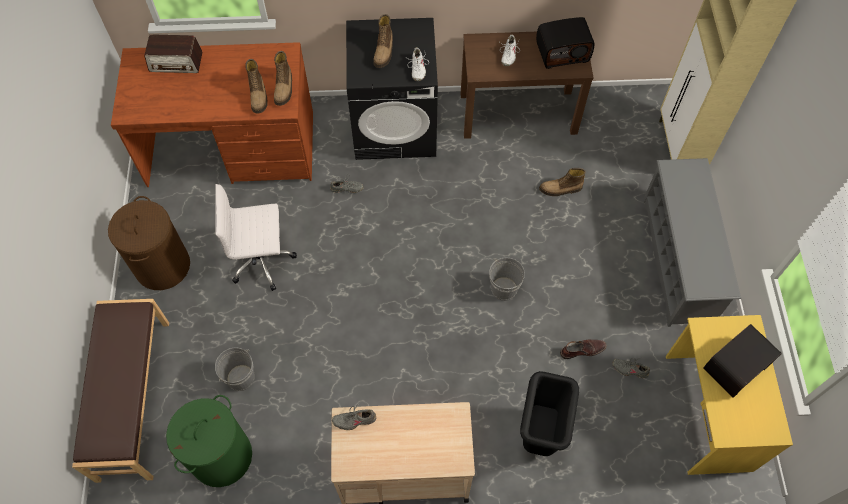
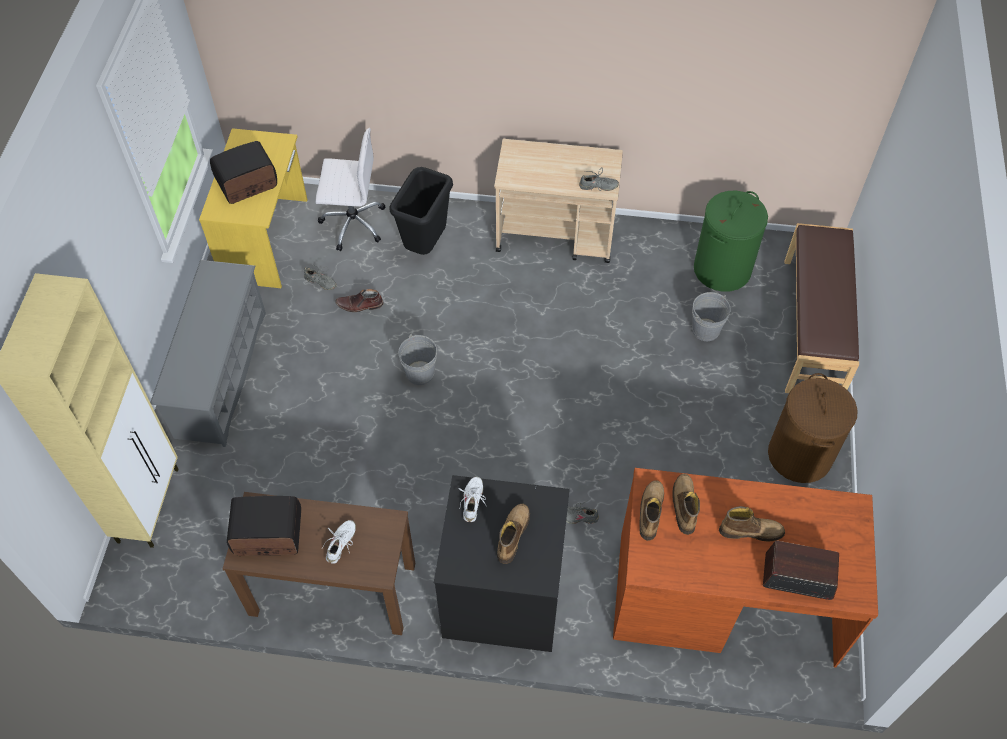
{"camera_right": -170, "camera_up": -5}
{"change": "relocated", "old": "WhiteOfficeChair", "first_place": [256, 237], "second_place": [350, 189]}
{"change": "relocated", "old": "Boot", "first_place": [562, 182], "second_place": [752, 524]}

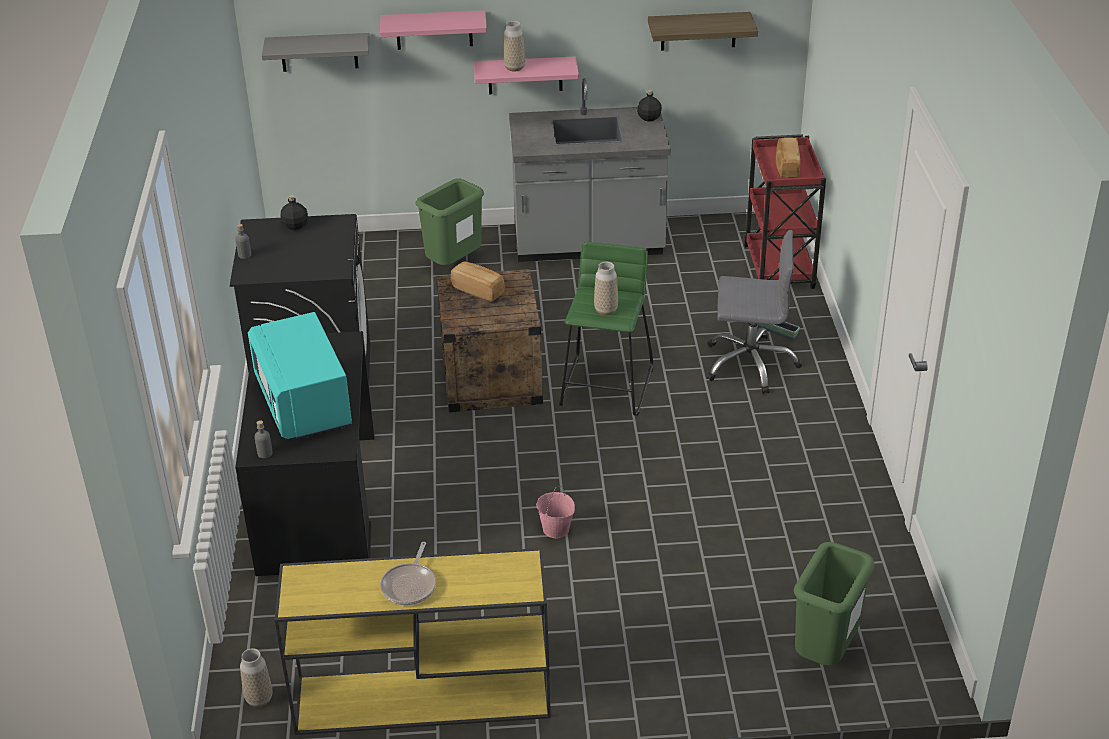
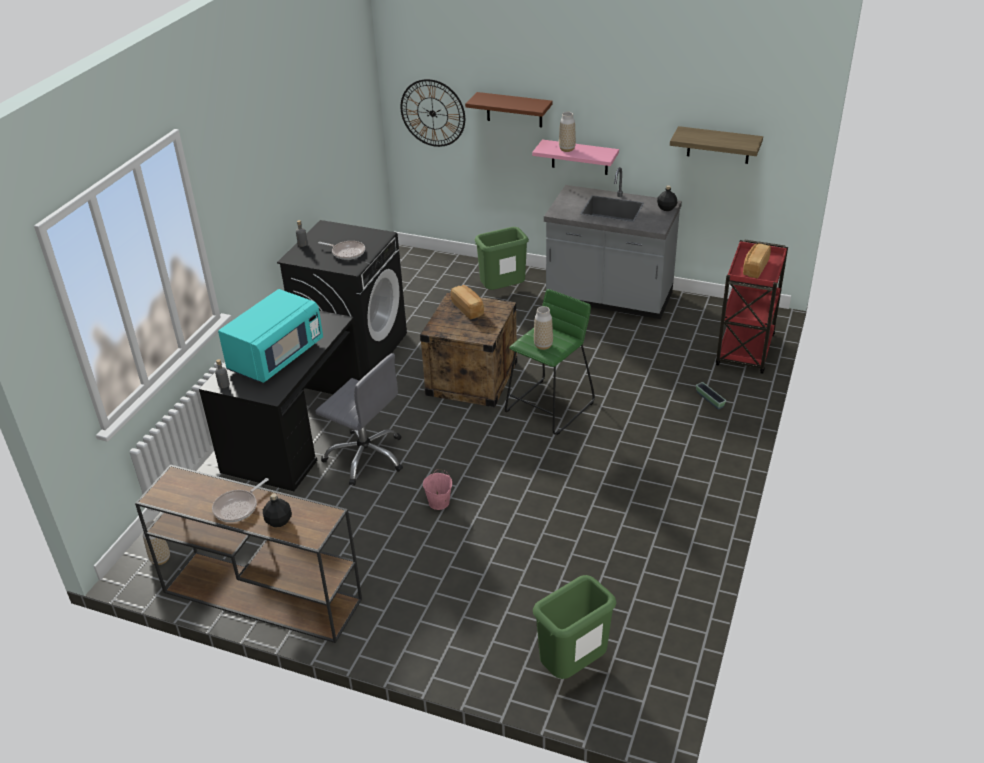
{"camera_right": 25, "camera_up": 0}
{"change": "spun", "old": "TurquoiseMicrowave", "first_place": [300, 375], "second_place": [270, 336], "degrees": -150}
{"change": "exchanged", "old": "GreyShelf", "new": "WallClock", "first_place": [316, 52], "second_place": [432, 113]}
{"change": "colour", "old": "YellowConsoleTable", "new": "BrownConsoleTable", "first_place": [412, 641], "second_place": [248, 554]}
{"change": "relocated", "old": "BlackBottle", "first_place": [294, 212], "second_place": [277, 510]}
{"change": "colour", "old": "PinkShelf", "new": "BrownShelf", "first_place": [433, 30], "second_place": [509, 109]}
{"change": "relocated", "old": "GreyOfficeChair", "first_place": [754, 312], "second_place": [359, 419]}
{"change": "appeared", "new": "FryingPan", "second_place": [341, 250]}

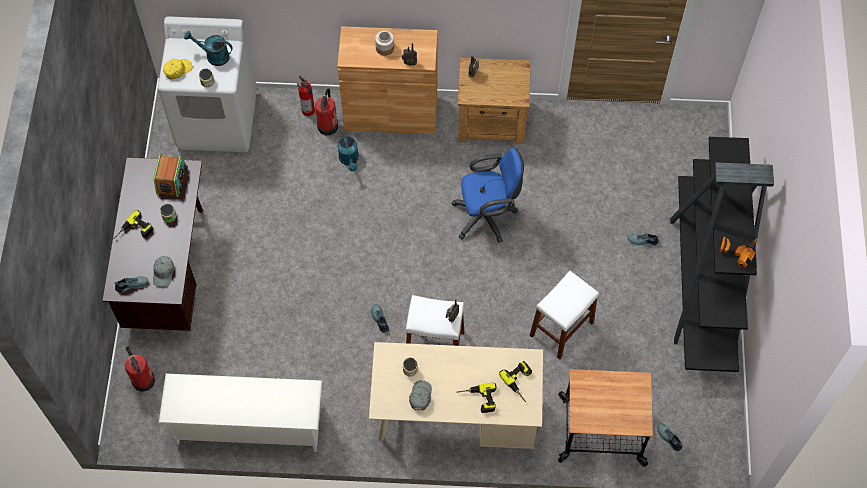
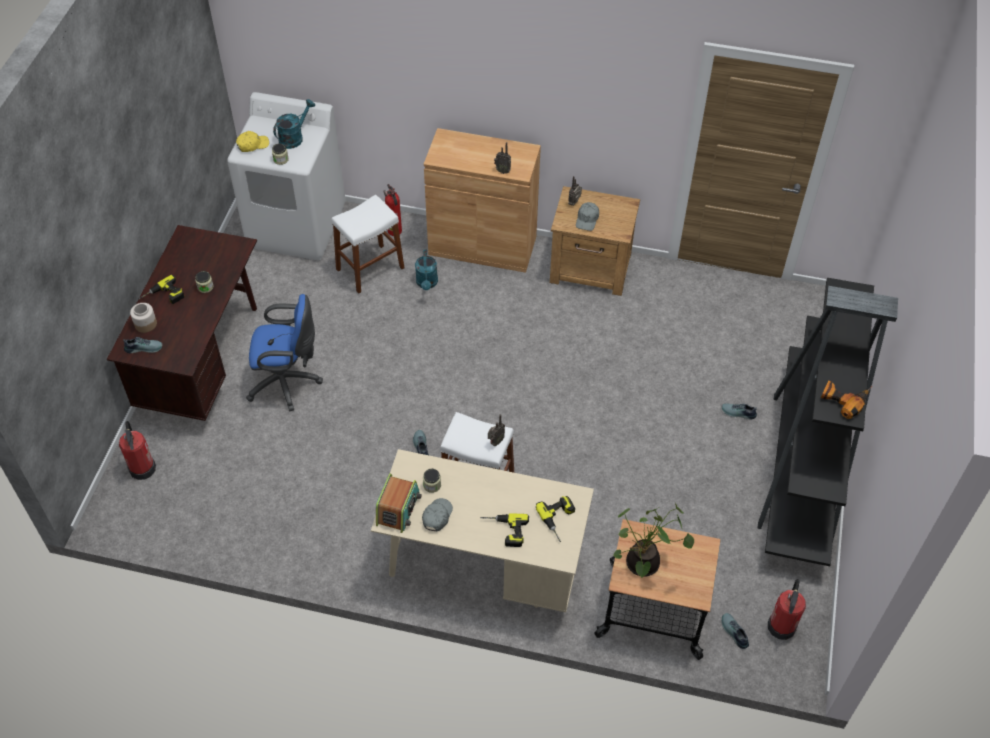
{"camera_right": 10, "camera_up": -10}
{"change": "relocated", "old": "GreyCap", "first_place": [163, 271], "second_place": [587, 216]}
{"change": "relocated", "old": "Radio", "first_place": [171, 175], "second_place": [399, 503]}
{"change": "missing", "old": "WhiteShoeRack", "first_place": [241, 413]}
{"change": "spun", "old": "TurquoiseWateringCan", "first_place": [208, 48], "second_place": [294, 124], "degrees": 105}
{"change": "relocated", "old": "FireExtinguisher", "first_place": [326, 111], "second_place": [787, 609]}
{"change": "relocated", "old": "Jar", "first_place": [384, 43], "second_place": [143, 318]}
{"change": "relocated", "old": "BlueOfficeChair", "first_place": [488, 195], "second_place": [284, 352]}
{"change": "relocated", "old": "WhiteStool", "first_place": [564, 315], "second_place": [367, 244]}
{"change": "appeared", "new": "PottedPlant", "second_place": [653, 541]}

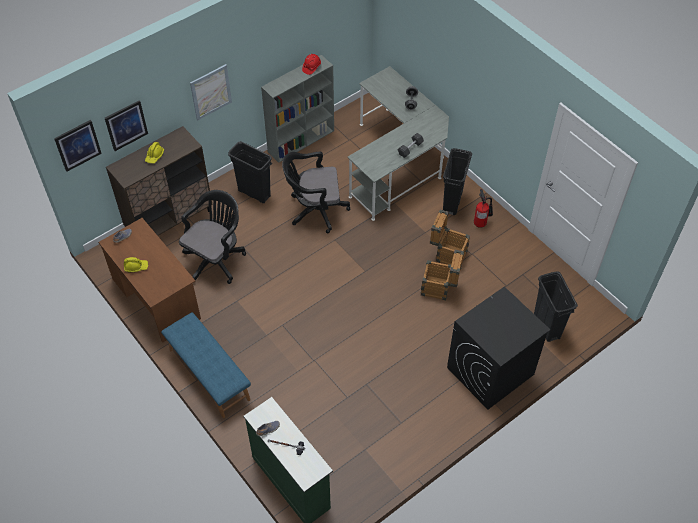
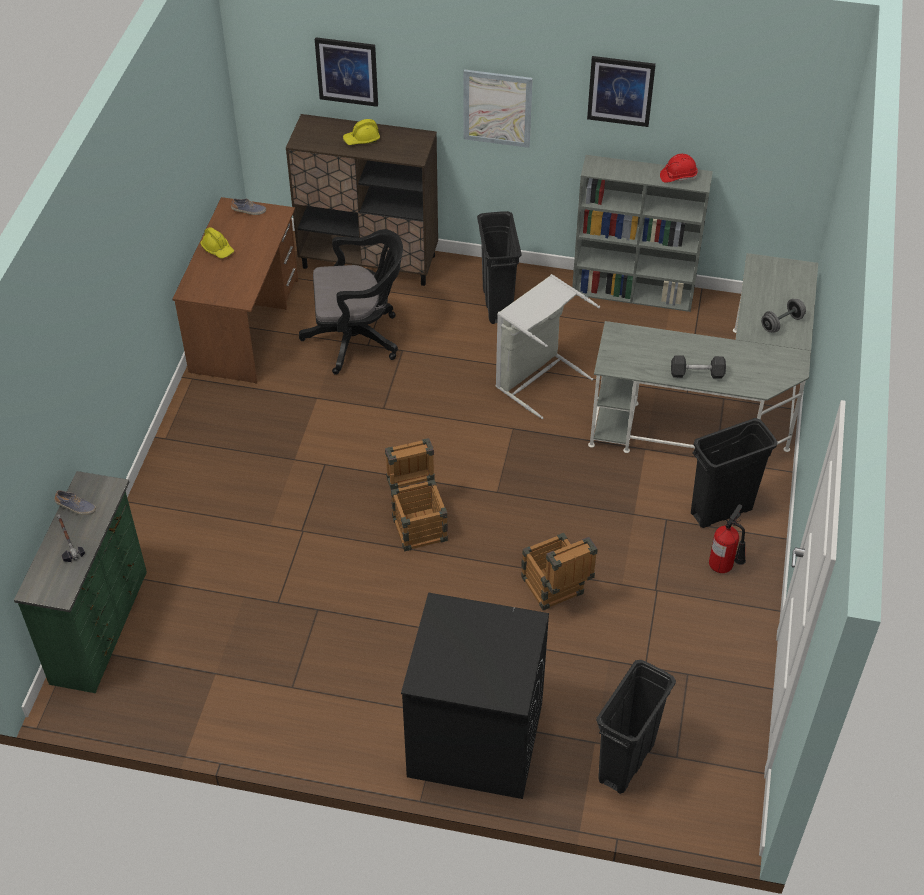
{"camera_right": 50, "camera_up": -5}
{"change": "relocated", "old": "Picture", "first_place": [78, 146], "second_place": [621, 91]}
{"change": "missing", "old": "BlueBench", "first_place": [206, 365]}
{"change": "exchanged", "old": "BlackOfficeChair", "new": "GreyLaundryBasket", "first_place": [316, 193], "second_place": [548, 346]}
{"change": "relocated", "old": "Crate", "first_place": [450, 237], "second_place": [416, 495]}

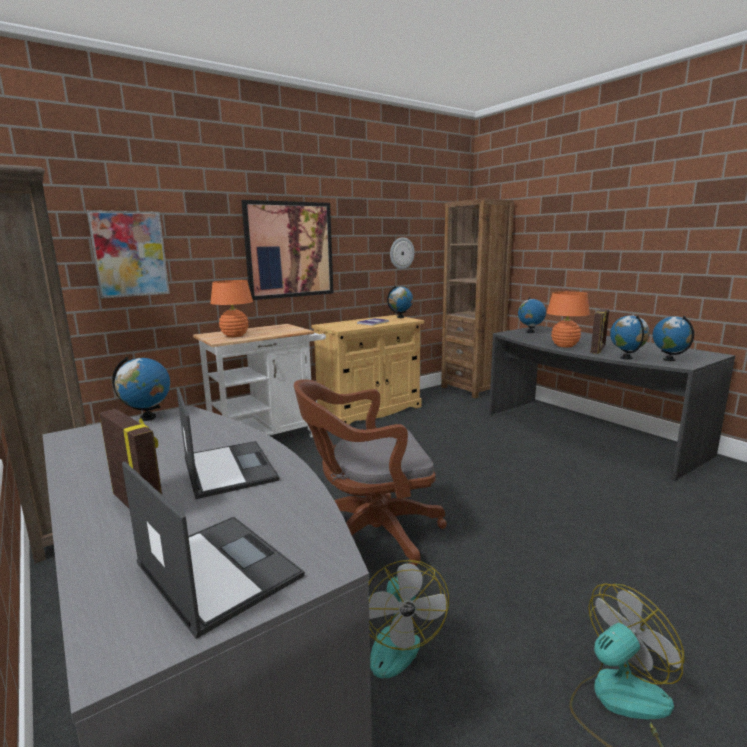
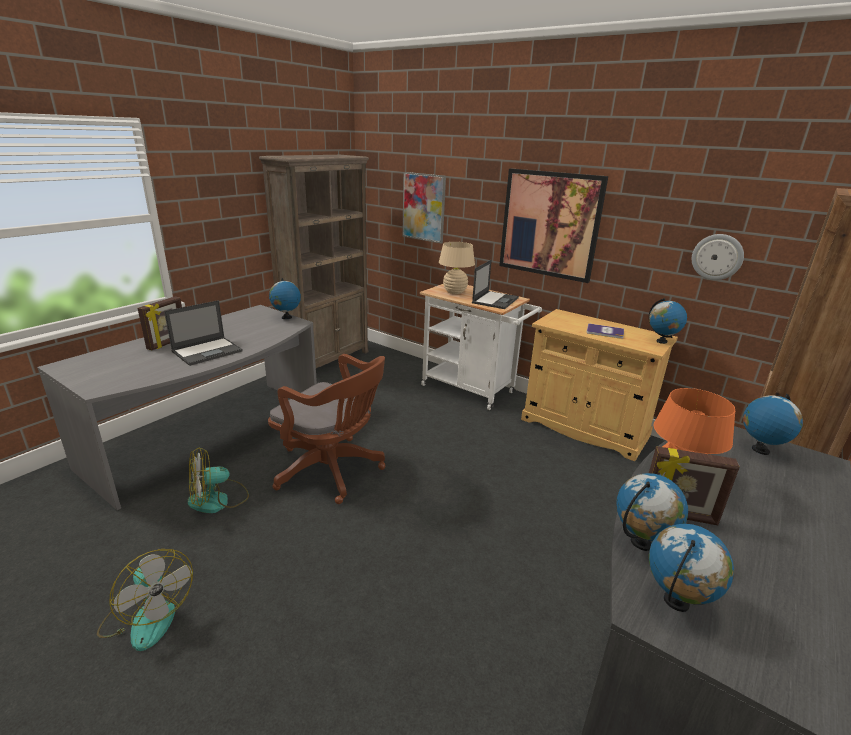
{"camera_right": 70, "camera_up": 10}
{"change": "relocated", "old": "Laptop", "first_place": [213, 550], "second_place": [495, 284]}
{"change": "colour", "old": "OrangeTableLamp", "new": "BeigeTableLamp", "first_place": [231, 308], "second_place": [457, 268]}
{"change": "spun", "old": "BrownOfficeChair", "first_place": [370, 472], "second_place": [326, 429], "degrees": 150}

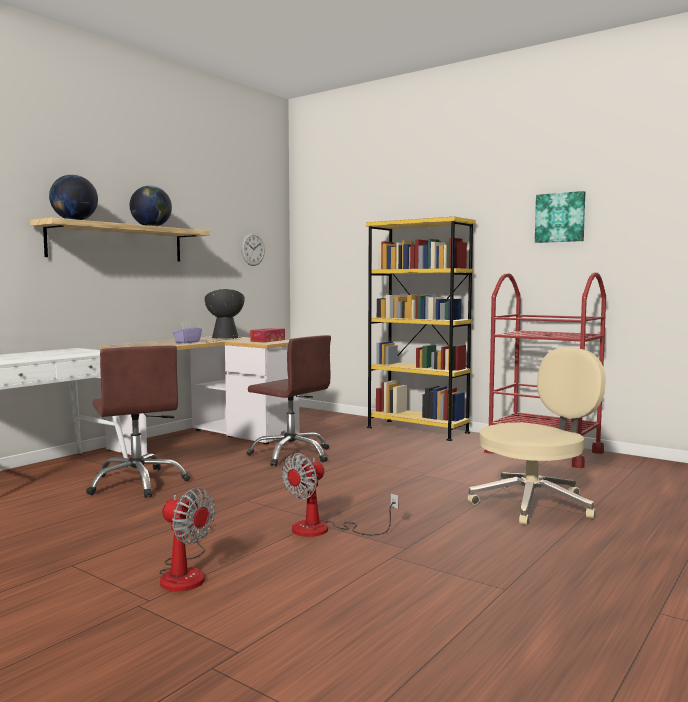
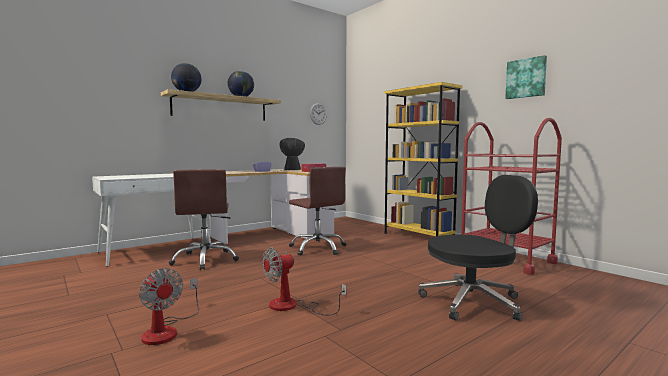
{"camera_right": 15, "camera_up": 0}
{"change": "colour", "old": "BeigeOfficeChair", "new": "BlackOfficeChair", "first_place": [537, 436], "second_place": [478, 248]}

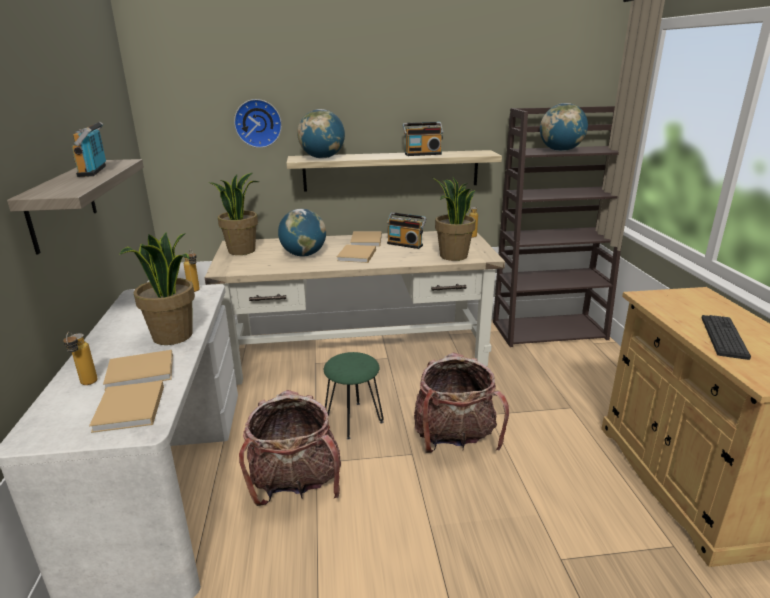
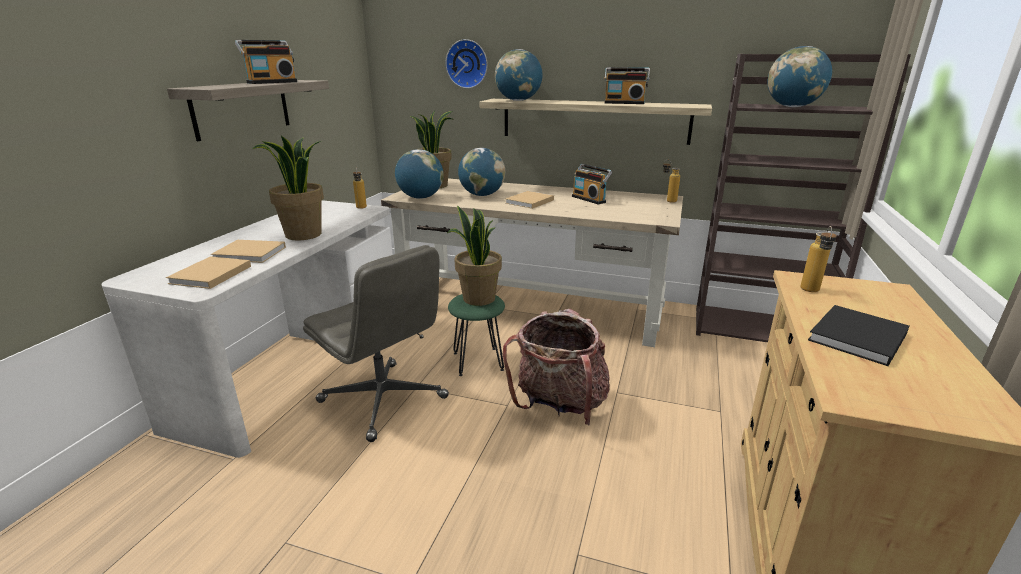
{"camera_right": 25, "camera_up": 0}
{"change": "relocated", "old": "Bottle", "first_place": [80, 358], "second_place": [819, 259]}
{"change": "spun", "old": "Radio", "first_place": [89, 149], "second_place": [266, 62], "degrees": -150}
{"change": "exchanged", "old": "Backpack", "new": "GreyOfficeChair", "first_place": [290, 448], "second_place": [376, 343]}
{"change": "missing", "old": "BeigeBook", "first_place": [366, 238]}
{"change": "relocated", "old": "PottedPlant", "first_place": [454, 219], "second_place": [474, 256]}
{"change": "exchanged", "old": "Keyboard", "new": "BlackBook", "first_place": [726, 337], "second_place": [858, 335]}
{"change": "appeared", "new": "Globe", "second_place": [419, 174]}

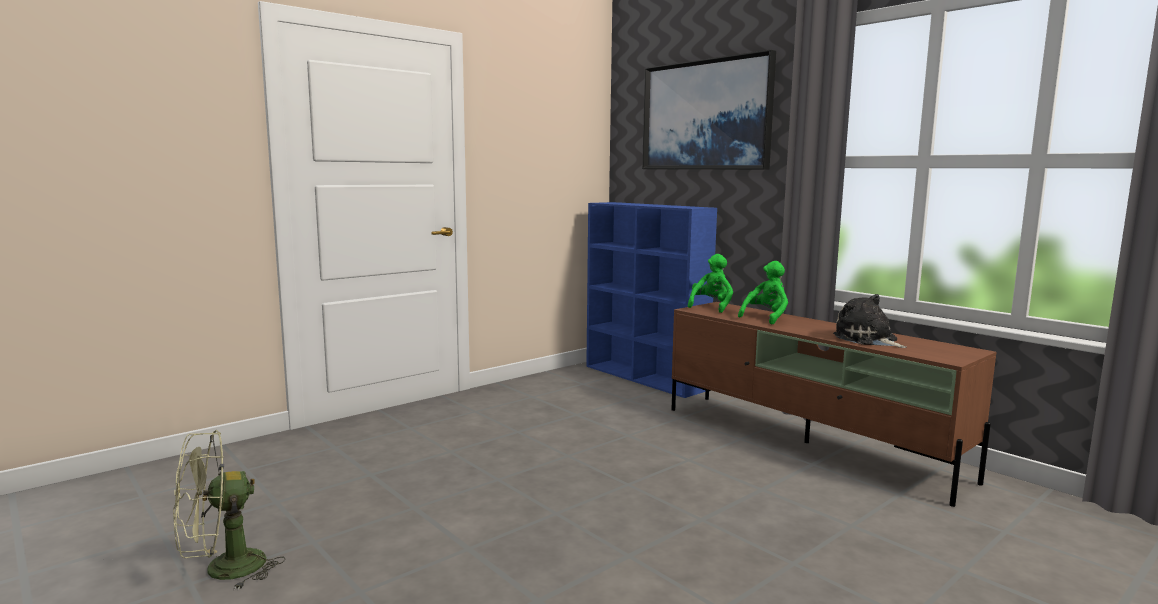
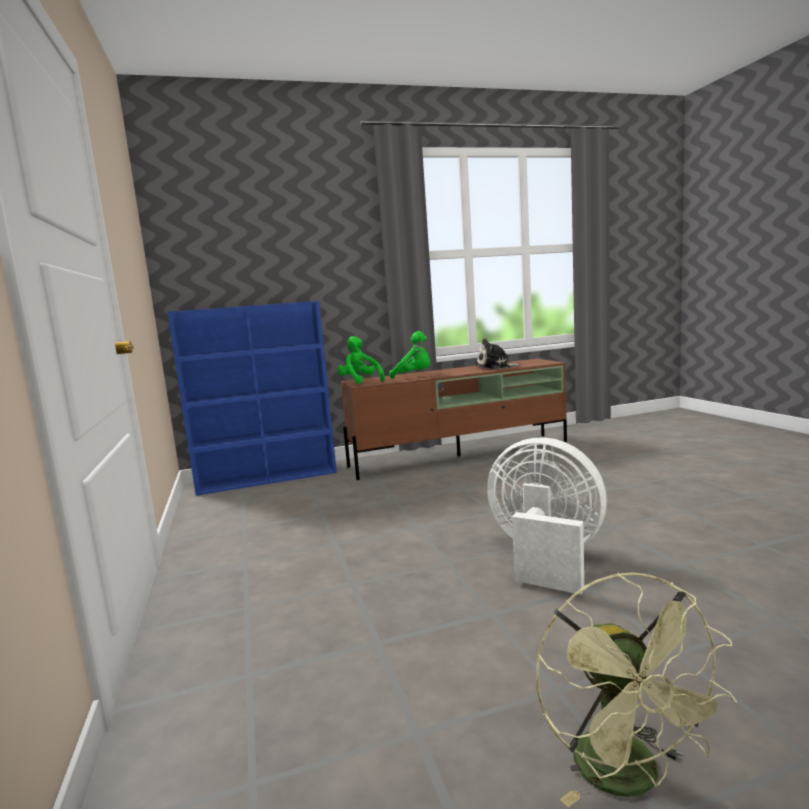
{"camera_right": -65, "camera_up": 0}
{"change": "missing", "old": "Picture", "first_place": [709, 110]}
{"change": "spun", "old": "GreenPlushToy", "first_place": [763, 293], "second_place": [409, 355], "degrees": 135}
{"change": "appeared", "new": "WhiteFan", "second_place": [547, 516]}

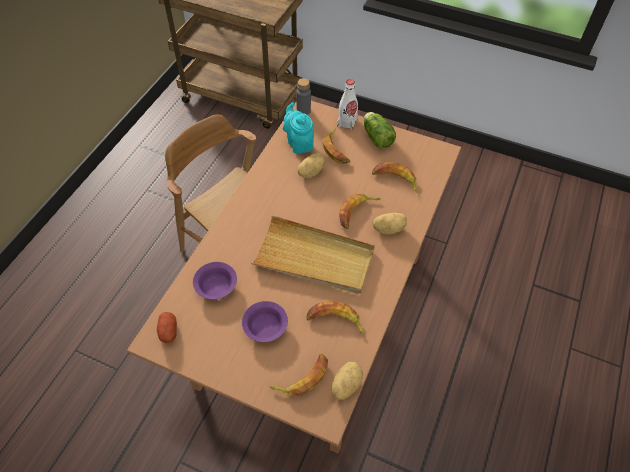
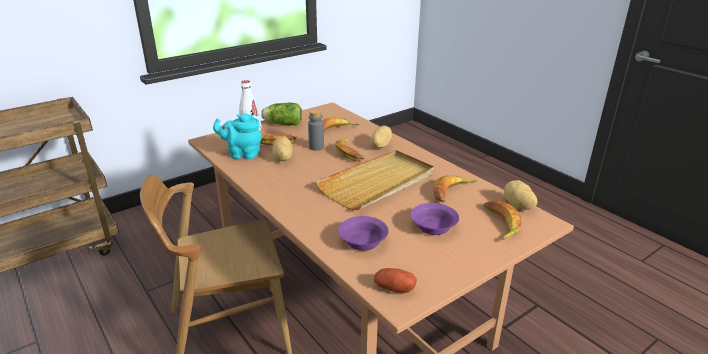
{"camera_right": -60, "camera_up": -25}
{"change": "relocated", "old": "GreyBottle", "first_place": [303, 96], "second_place": [316, 130]}

